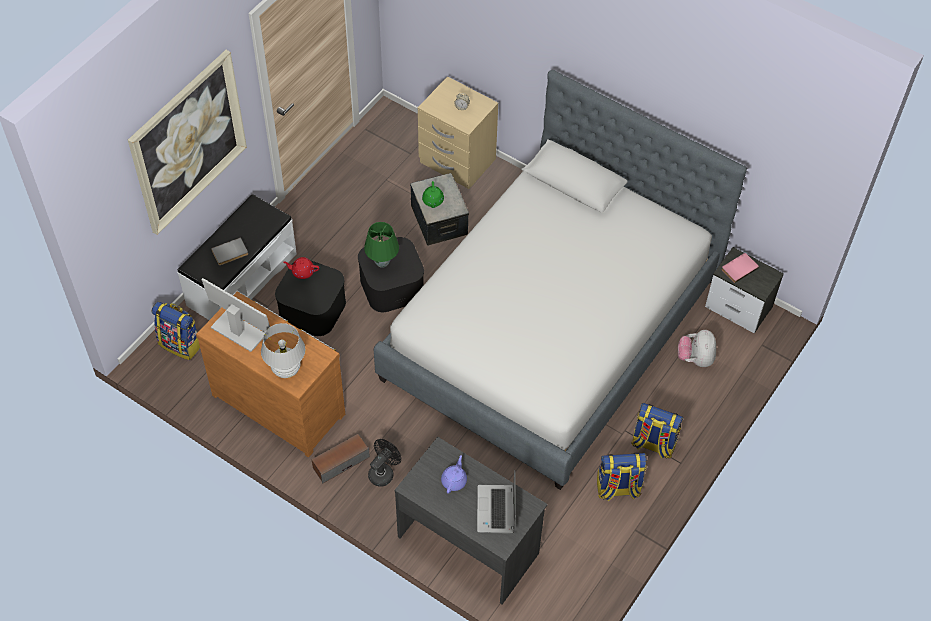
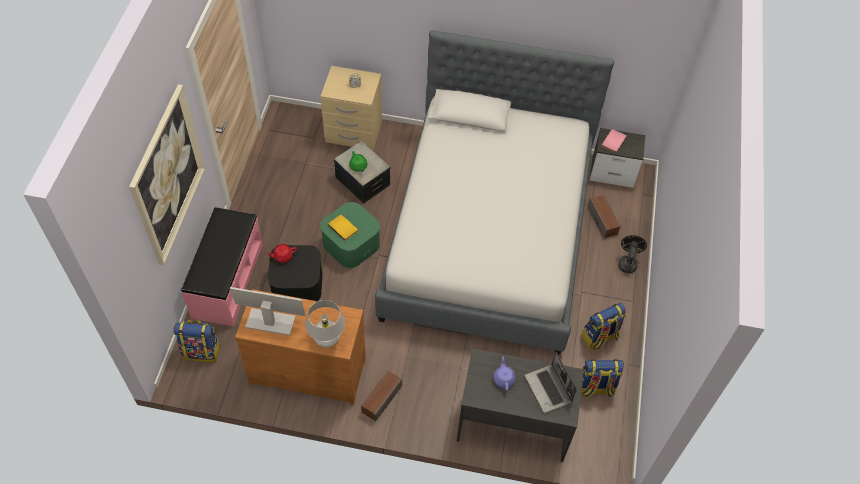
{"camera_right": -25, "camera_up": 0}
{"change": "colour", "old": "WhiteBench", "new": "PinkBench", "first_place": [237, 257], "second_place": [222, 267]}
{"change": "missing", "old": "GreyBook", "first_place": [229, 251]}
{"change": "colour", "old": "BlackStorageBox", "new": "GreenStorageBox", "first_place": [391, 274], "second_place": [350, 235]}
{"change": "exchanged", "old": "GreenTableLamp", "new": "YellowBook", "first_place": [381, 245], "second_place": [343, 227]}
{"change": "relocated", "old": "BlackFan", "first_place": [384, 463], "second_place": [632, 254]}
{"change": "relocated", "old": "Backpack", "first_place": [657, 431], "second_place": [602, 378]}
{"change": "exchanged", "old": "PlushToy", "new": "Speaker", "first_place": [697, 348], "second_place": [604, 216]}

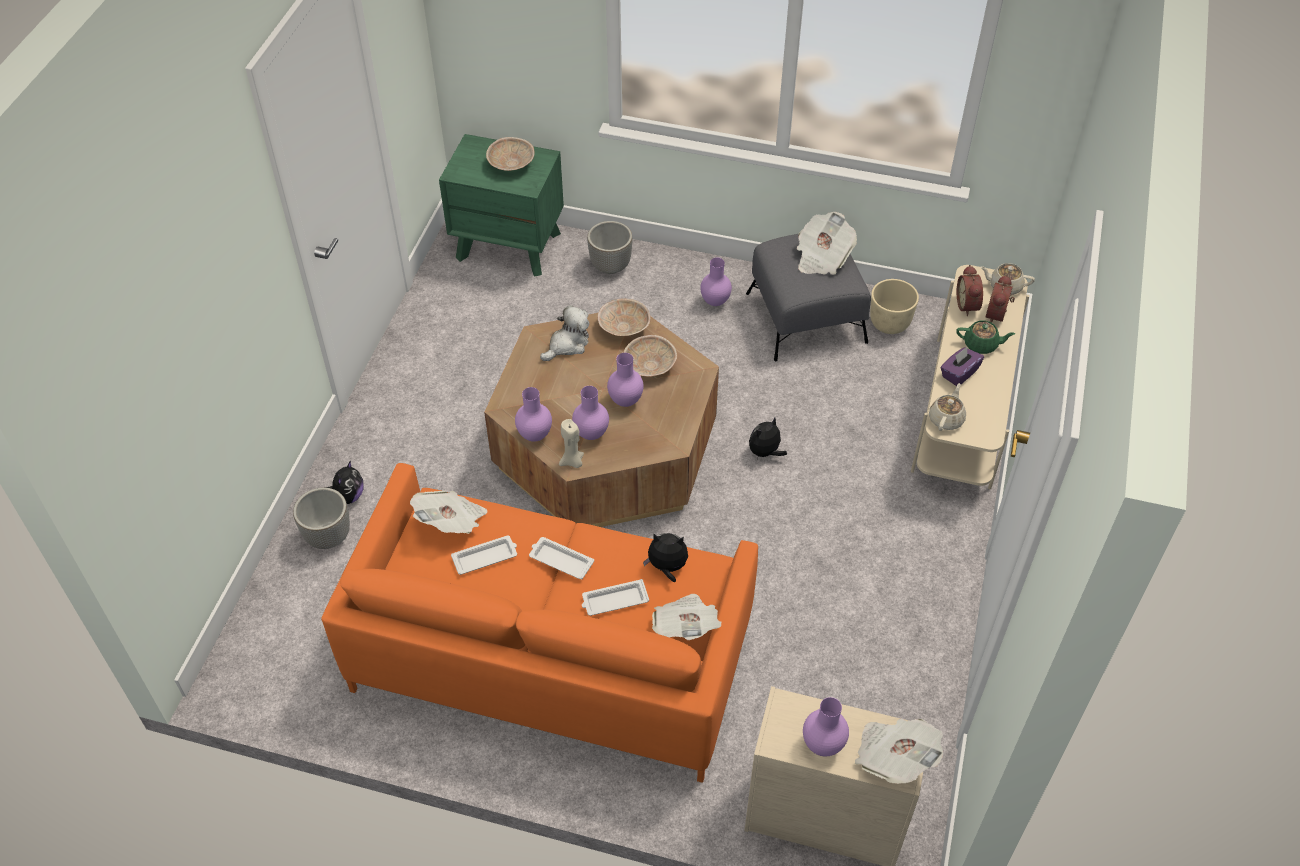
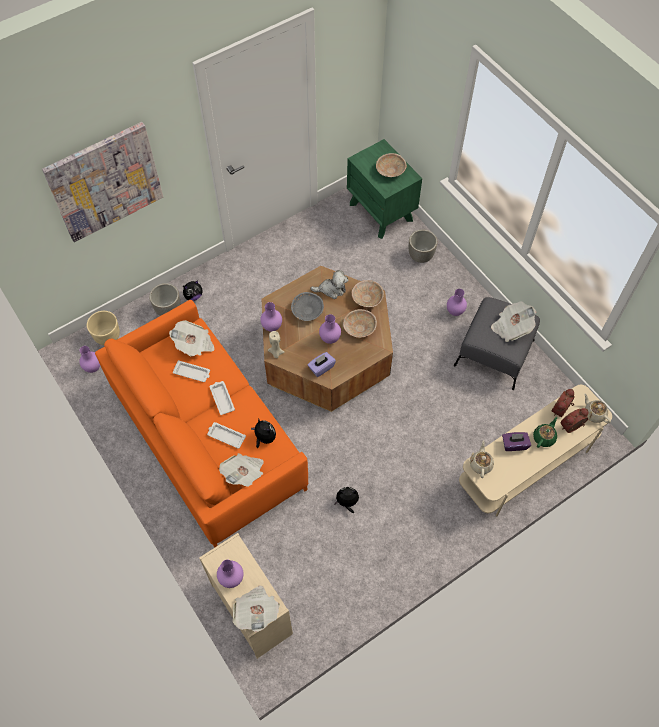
{"camera_right": 40, "camera_up": 10}
{"change": "relocated", "old": "PurpleVase", "first_place": [590, 413], "second_place": [89, 359]}
{"change": "relocated", "old": "PlushToy", "first_place": [768, 438], "second_place": [347, 500]}
{"change": "relocated", "old": "BeigePlanter", "first_place": [894, 306], "second_place": [103, 328]}
{"change": "spun", "old": "BeigeTeapot", "first_place": [947, 407], "second_place": [482, 459], "degrees": -60}
{"change": "spun", "old": "GreenTeapot", "first_place": [985, 337], "second_place": [545, 432], "degrees": -105}
{"change": "appeared", "new": "Picture", "second_place": [102, 182]}
{"change": "appeared", "new": "GreyBowl", "second_place": [307, 306]}
{"change": "appeared", "new": "PurpleTissueBox", "second_place": [321, 364]}

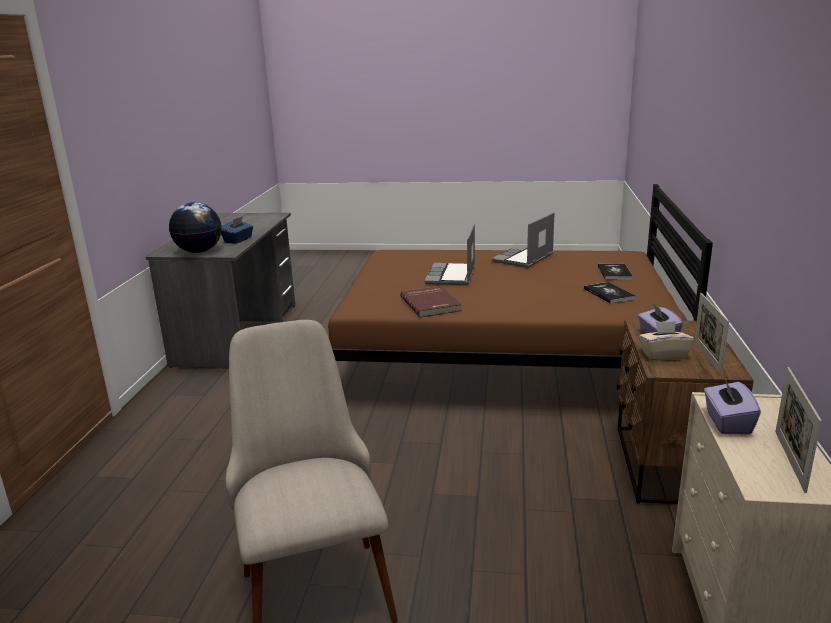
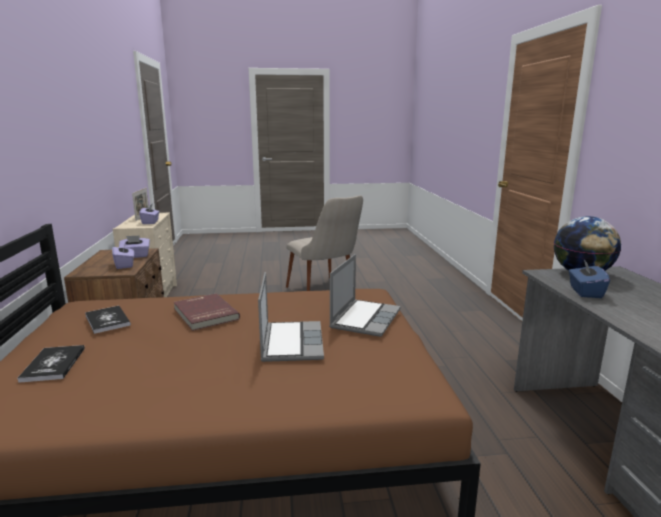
{"camera_right": 165, "camera_up": -5}
{"change": "relocated", "old": "RedBook", "first_place": [431, 302], "second_place": [206, 312]}
{"change": "relocated", "old": "Laptop", "first_place": [523, 240], "second_place": [365, 295]}
{"change": "colour", "old": "BeigeTissueBox", "new": "PurpleTissueBox", "first_place": [666, 341], "second_place": [134, 247]}
{"change": "missing", "old": "PictureFrame", "first_place": [711, 333]}

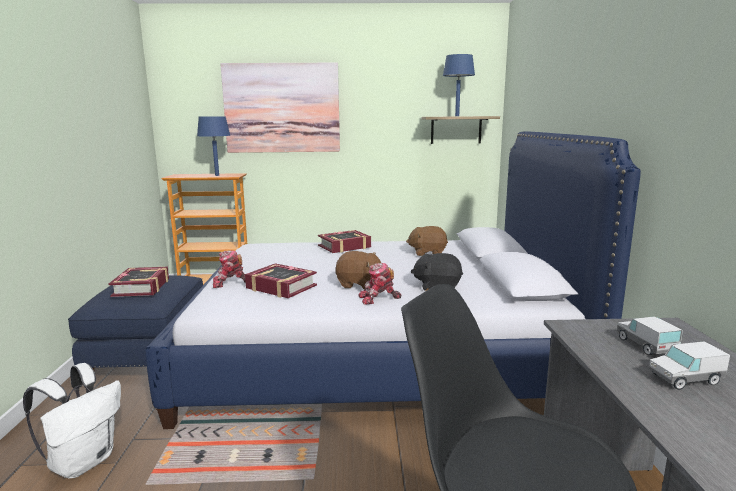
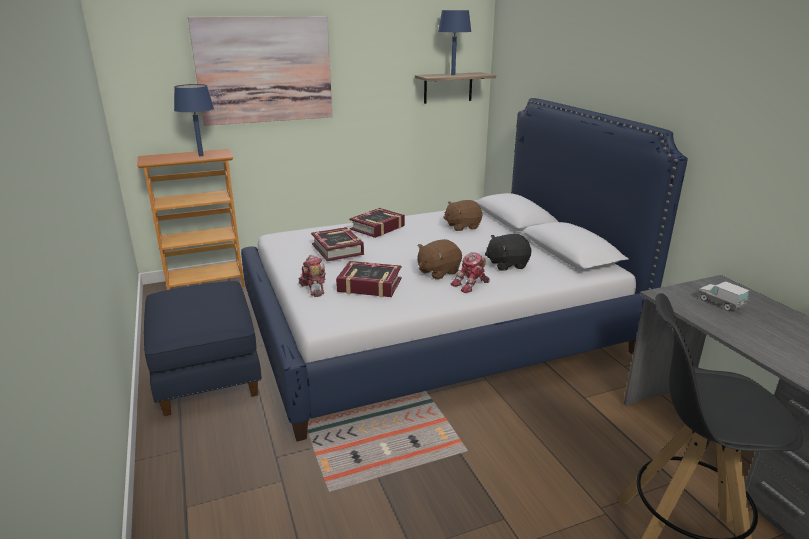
{"camera_right": -20, "camera_up": 10}
{"change": "missing", "old": "WhiteBackpack", "first_place": [72, 421]}
{"change": "relocated", "old": "Book", "first_place": [139, 282], "second_place": [337, 244]}
{"change": "spun", "old": "ToyRobot", "first_place": [229, 269], "second_place": [312, 276], "degrees": 105}
{"change": "spun", "old": "BrownPlushToy", "first_place": [358, 270], "second_place": [439, 259], "degrees": 150}
{"change": "missing", "old": "ToyTruck", "first_place": [689, 365]}

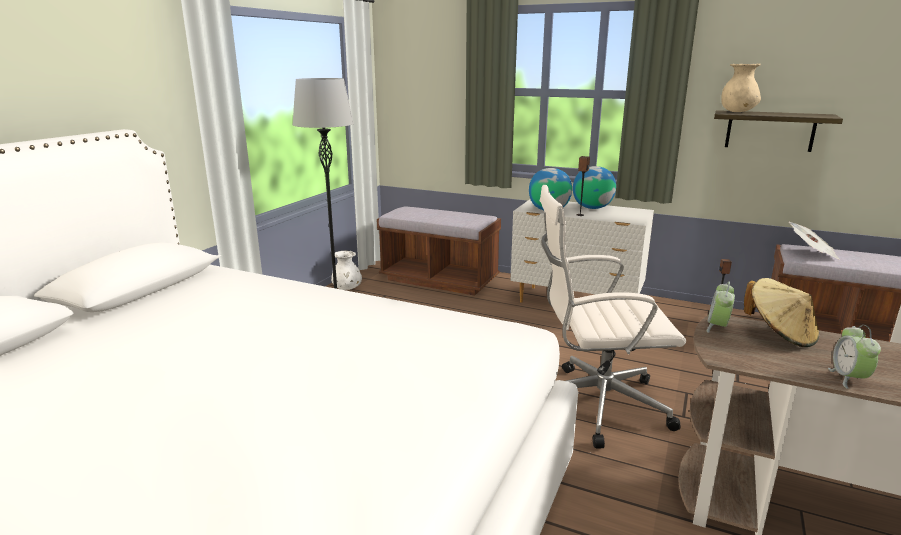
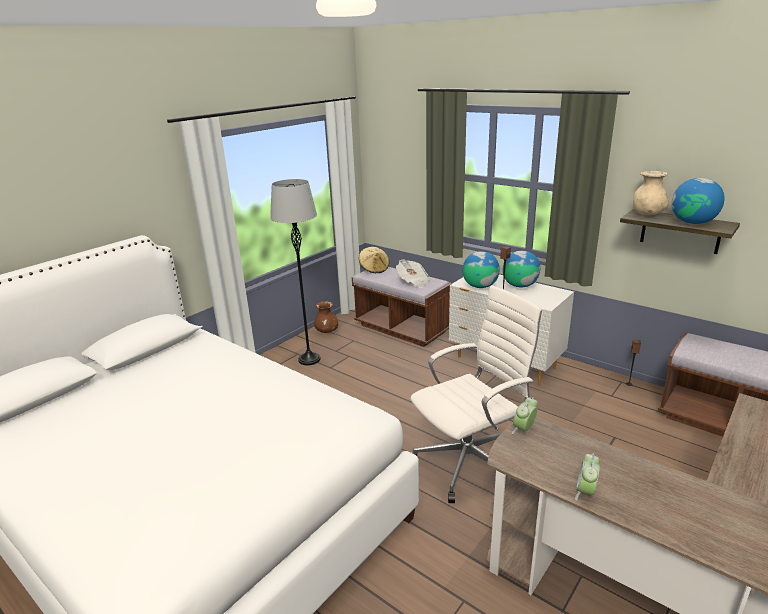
{"camera_right": 15, "camera_up": 5}
{"change": "colour", "old": "WhiteVase", "new": "BrownVase", "first_place": [346, 270], "second_place": [326, 317]}
{"change": "spun", "old": "WhiteOfficeChair", "first_place": [613, 316], "second_place": [476, 394], "degrees": 135}
{"change": "relocated", "old": "BeigeHat", "first_place": [781, 312], "second_place": [374, 260]}
{"change": "relocated", "old": "Newspaper", "first_place": [814, 240], "second_place": [413, 273]}
{"change": "appeared", "new": "Globe", "second_place": [698, 201]}

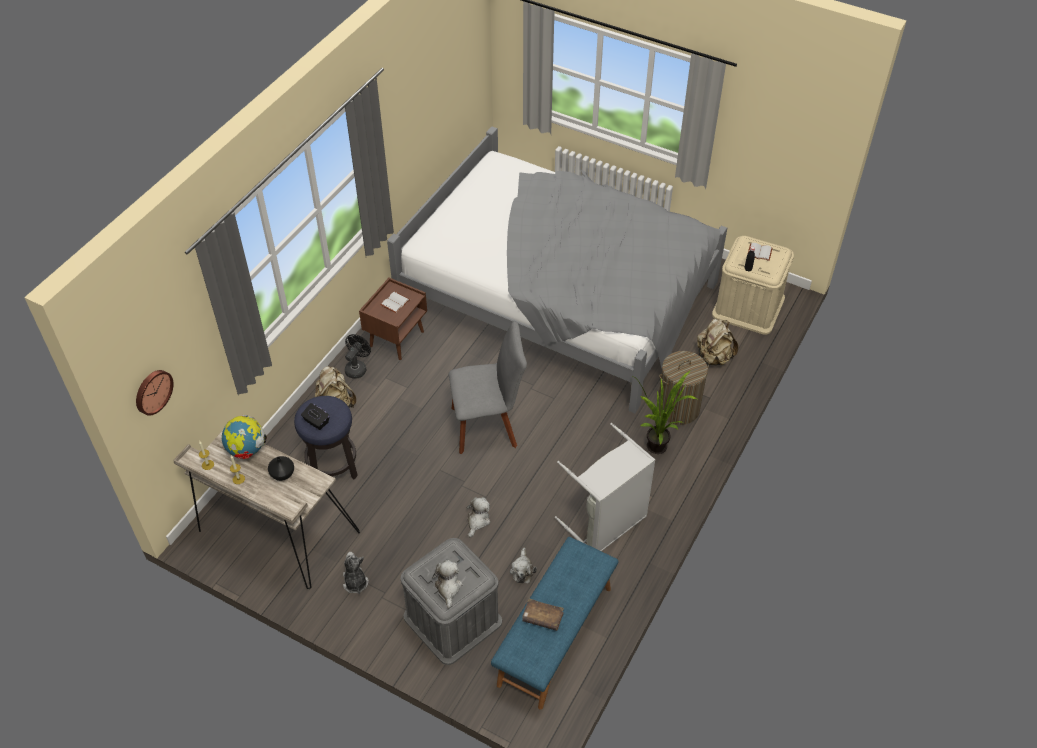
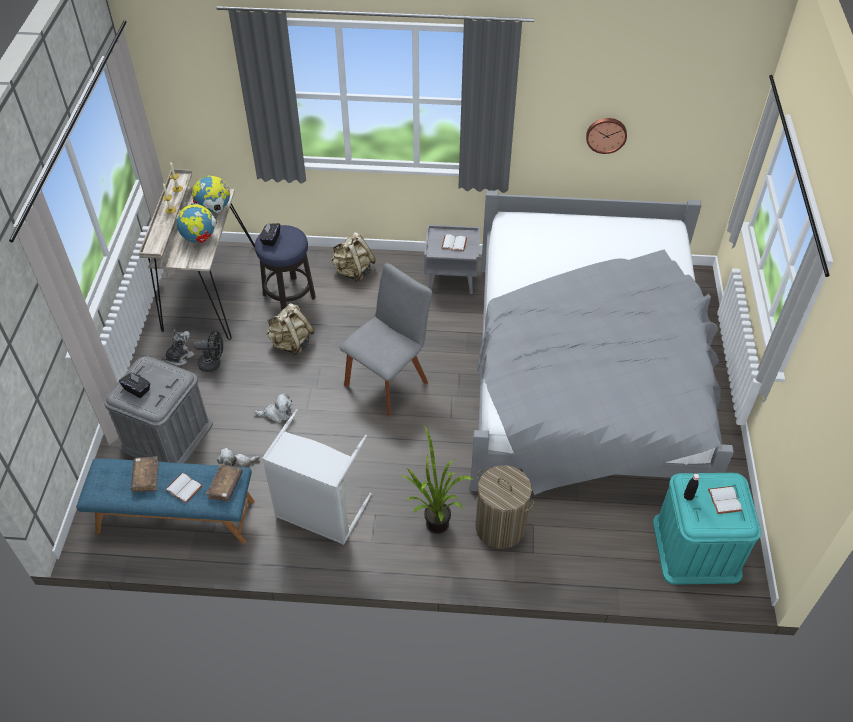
{"camera_right": 65, "camera_up": 0}
{"change": "relocated", "old": "WallClock", "first_place": [155, 393], "second_place": [606, 136]}
{"change": "exchanged", "old": "BlackVase", "new": "Globe", "first_place": [281, 468], "second_place": [197, 222]}
{"change": "relocated", "old": "BlackFan", "first_place": [358, 356], "second_place": [208, 351]}
{"change": "colour", "old": "BrownNightstand", "new": "GreyNightstand", "first_place": [393, 319], "second_place": [452, 259]}
{"change": "exchanged", "old": "PlushToy", "new": "BlackTissueBox", "first_place": [447, 584], "second_place": [134, 385]}
{"change": "spun", "old": "GreyChair", "first_place": [487, 387], "second_place": [386, 339], "degrees": -105}
{"change": "relocated", "old": "BeigeBackpack", "first_place": [717, 342], "second_place": [290, 329]}
{"change": "colour", "old": "BeigeStorageBox", "new": "TurquoiseStorageBox", "first_place": [753, 285], "second_place": [707, 528]}
{"change": "appeared", "new": "WhiteBook", "second_place": [184, 488]}
{"change": "appeared", "new": "BrownBook", "second_place": [224, 482]}

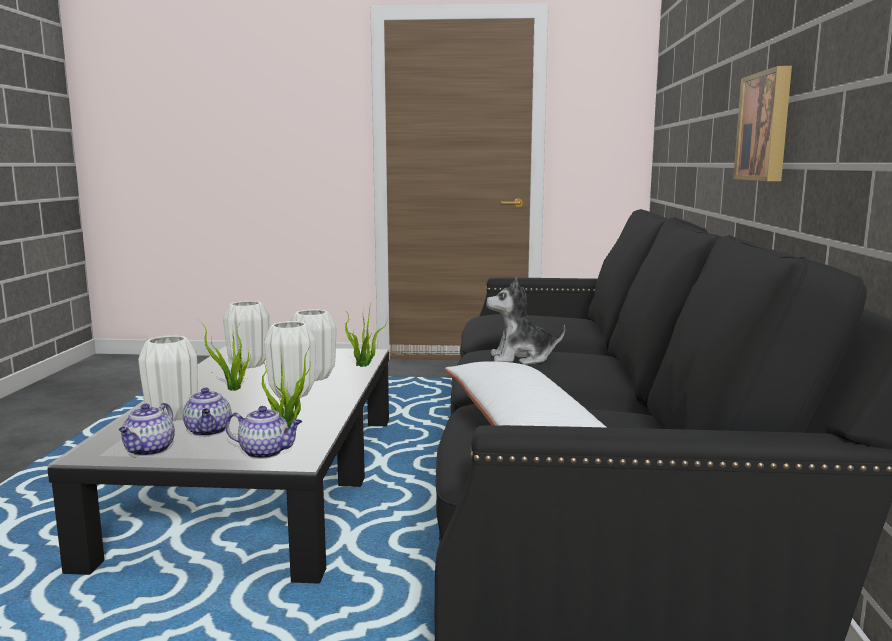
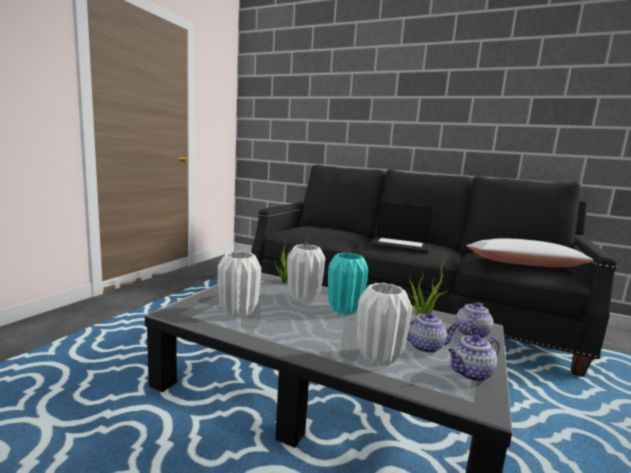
{"camera_right": -70, "camera_up": 0}
{"change": "spun", "old": "Teapot", "first_place": [147, 429], "second_place": [473, 358], "degrees": 120}
{"change": "missing", "old": "PottedPlant", "first_place": [224, 354]}
{"change": "colour", "old": "WhiteVase", "new": "TurquoiseVase", "first_place": [290, 360], "second_place": [348, 284]}
{"change": "exchanged", "old": "PlushToy", "new": "Laptop", "first_place": [525, 321], "second_place": [401, 227]}
{"change": "missing", "old": "Picture", "first_place": [762, 123]}

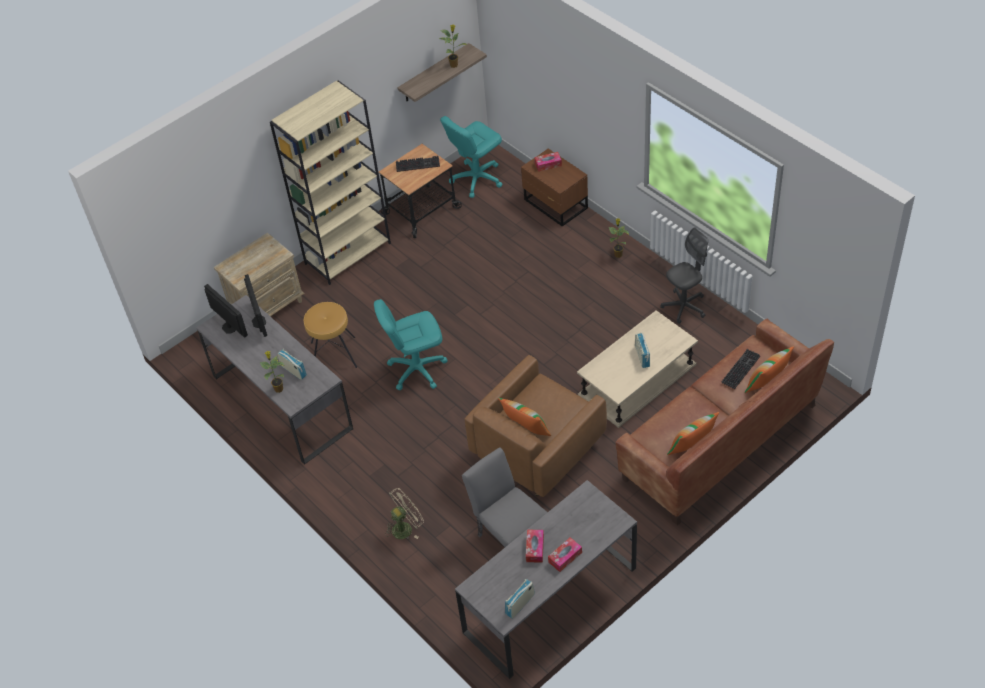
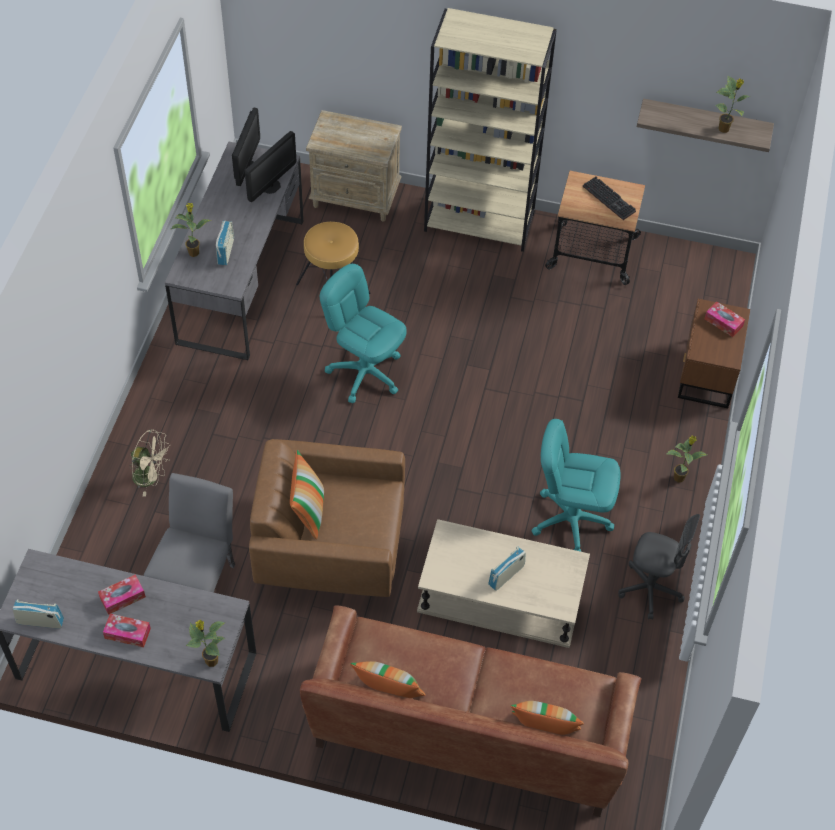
{"camera_right": 50, "camera_up": 5}
{"change": "relocated", "old": "TurquoiseOfficeChair", "first_place": [471, 157], "second_place": [576, 485]}
{"change": "missing", "old": "Keyboard", "first_place": [740, 369]}
{"change": "appeared", "new": "PottedPlant", "second_place": [206, 643]}

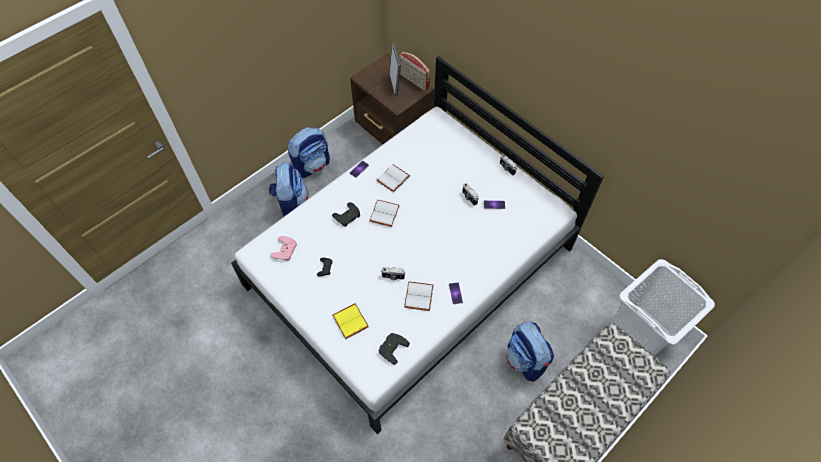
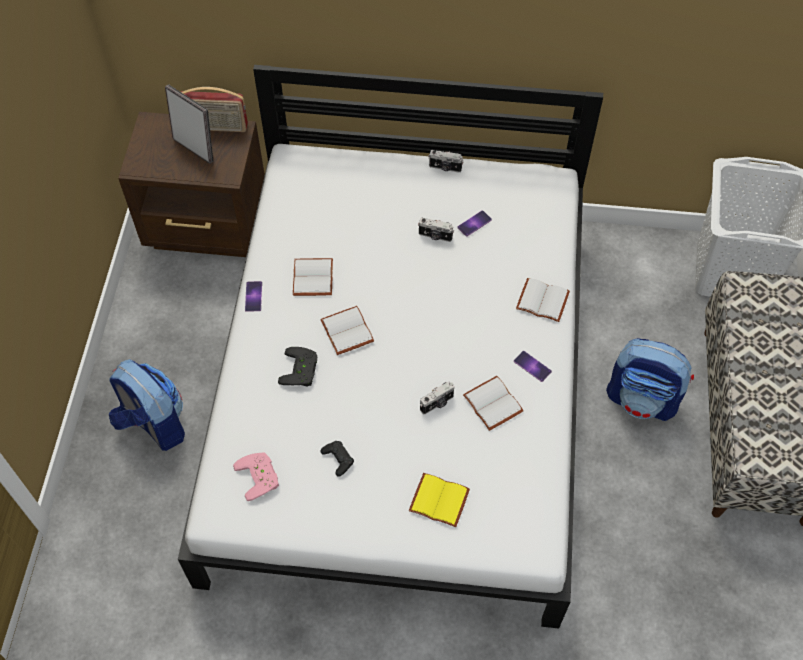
{"camera_right": -40, "camera_up": 0}
{"change": "missing", "old": "Backpack", "first_place": [309, 152]}
{"change": "missing", "old": "BlackGameController", "first_place": [394, 349]}
{"change": "appeared", "new": "WhiteBook", "second_place": [543, 300]}

